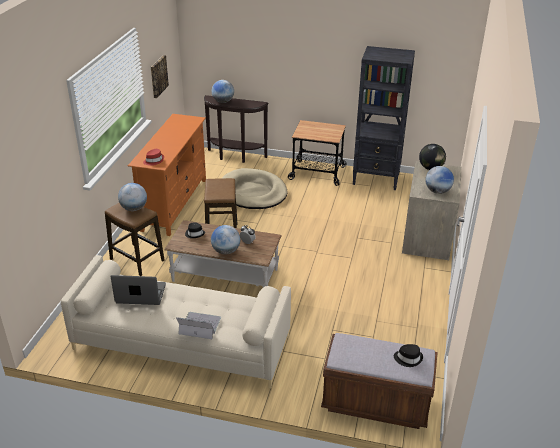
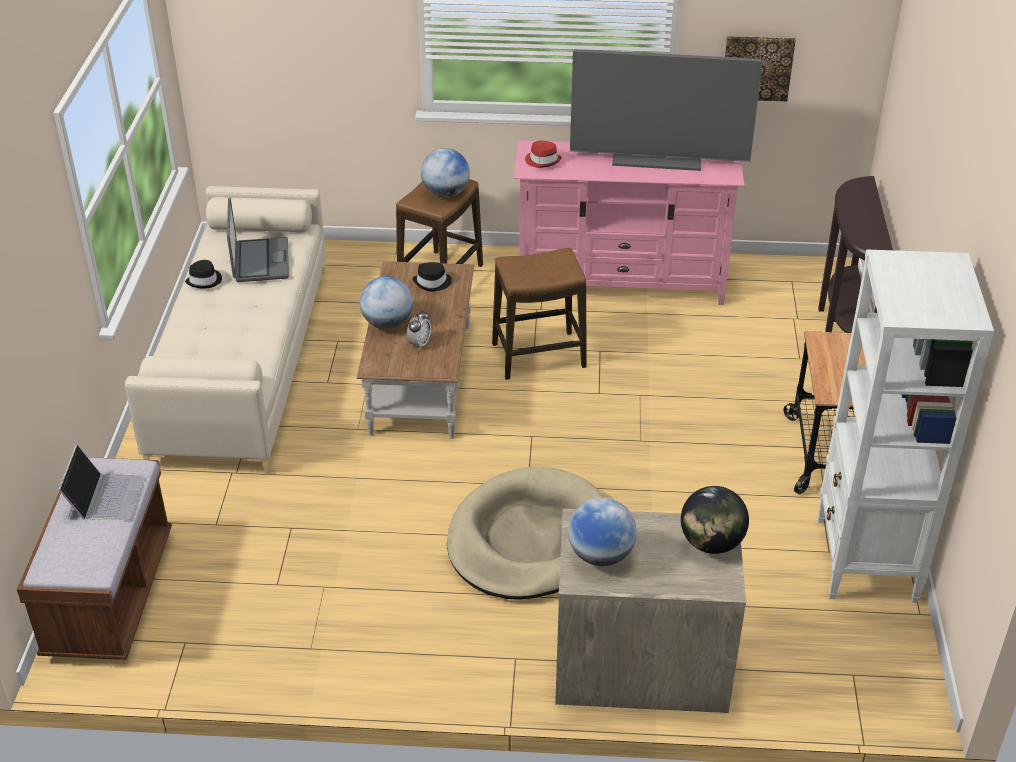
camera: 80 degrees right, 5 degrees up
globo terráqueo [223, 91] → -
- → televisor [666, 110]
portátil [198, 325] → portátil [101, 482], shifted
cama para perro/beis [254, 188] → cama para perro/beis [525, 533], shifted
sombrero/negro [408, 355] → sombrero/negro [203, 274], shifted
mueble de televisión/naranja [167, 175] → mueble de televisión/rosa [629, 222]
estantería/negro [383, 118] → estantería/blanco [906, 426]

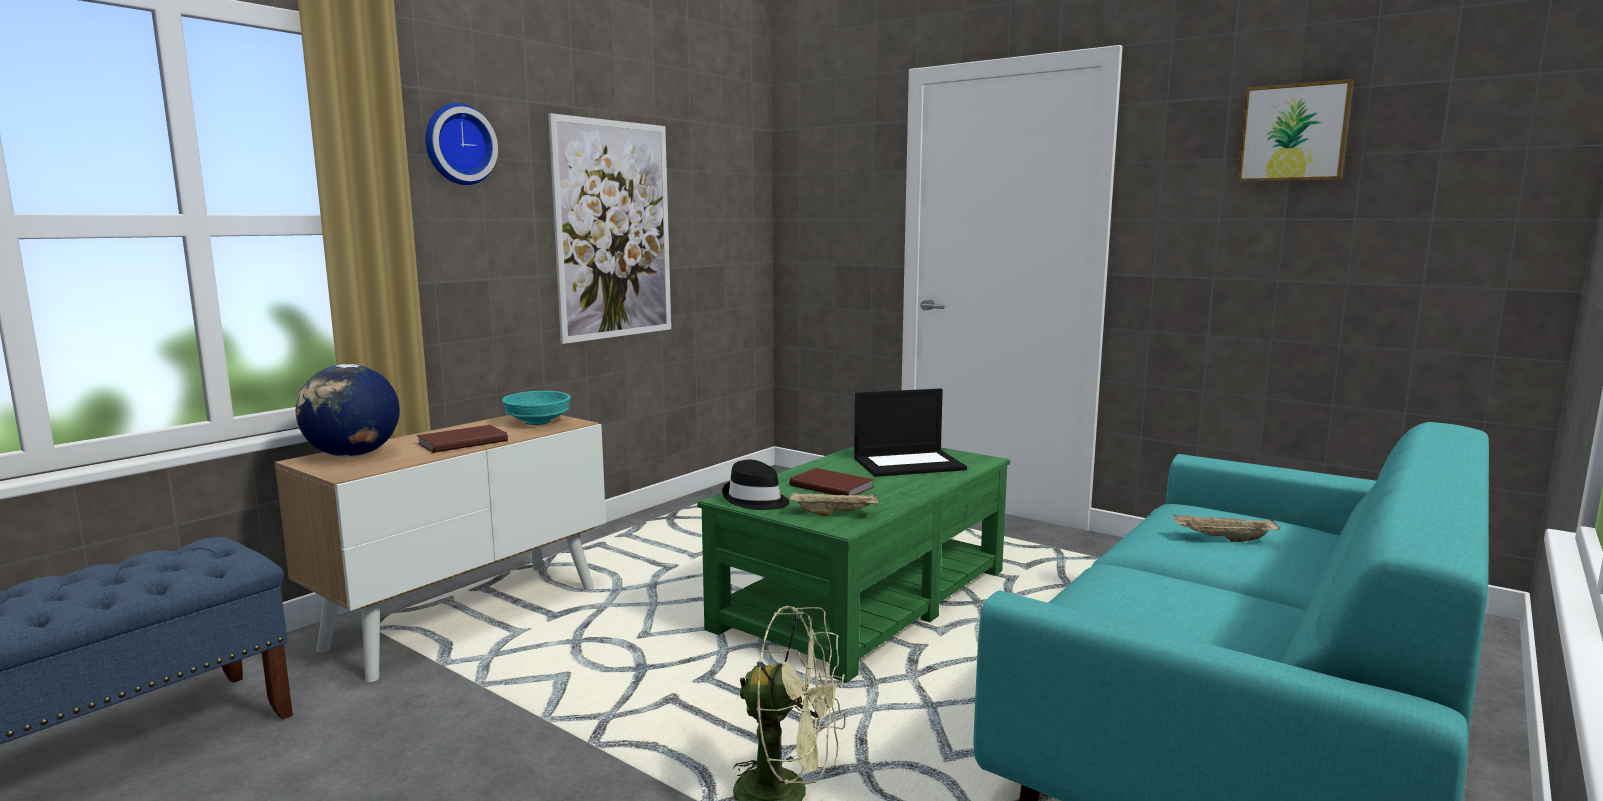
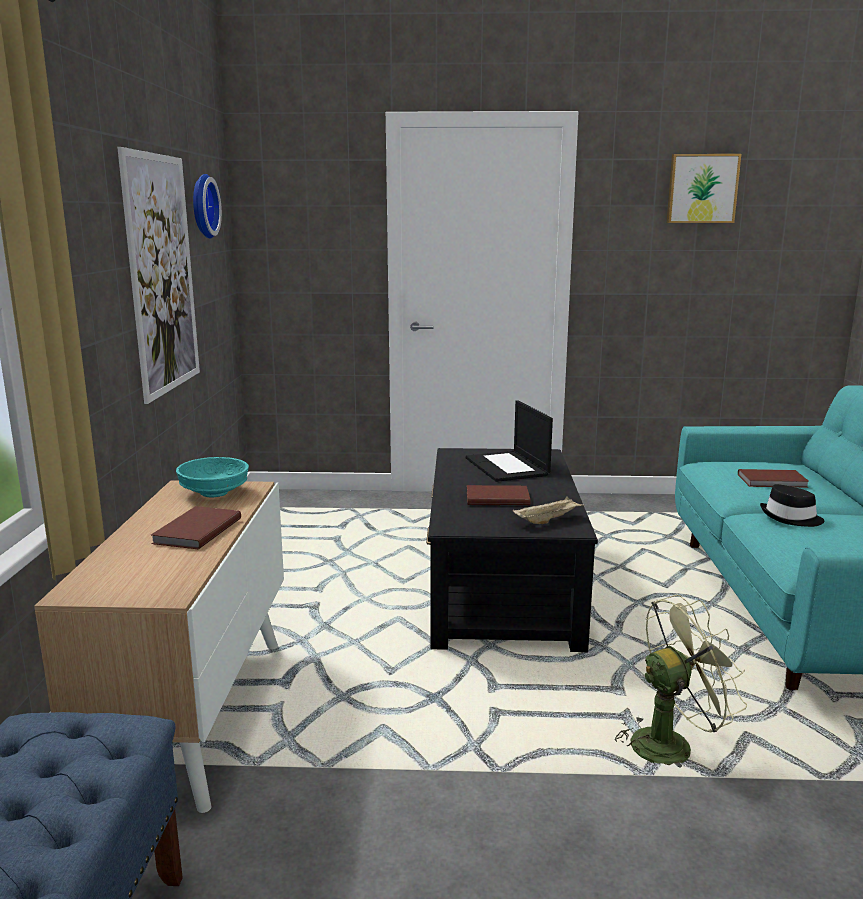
camera: 35 degrees left, 5 degrees up
globo terráqueo [348, 410] → -
reloj de pared [461, 144] → reloj de pared [207, 206], shifted
sombrero/negro [756, 485] → sombrero/negro [792, 505], shifted
bandeja/beis [1226, 528] → libro/marrón [773, 478]
mesa de centro/verde [853, 564] → mesa de centro/negro [512, 550]
portátil [910, 432] → portátil [509, 441], 120 degrees clockwise

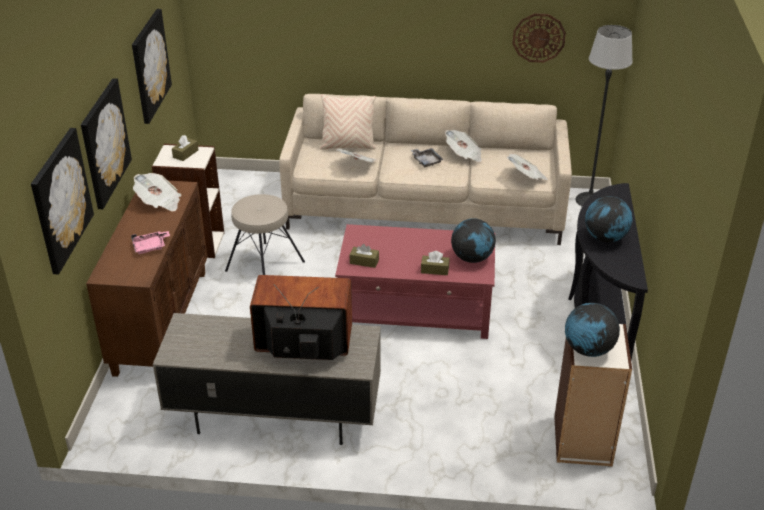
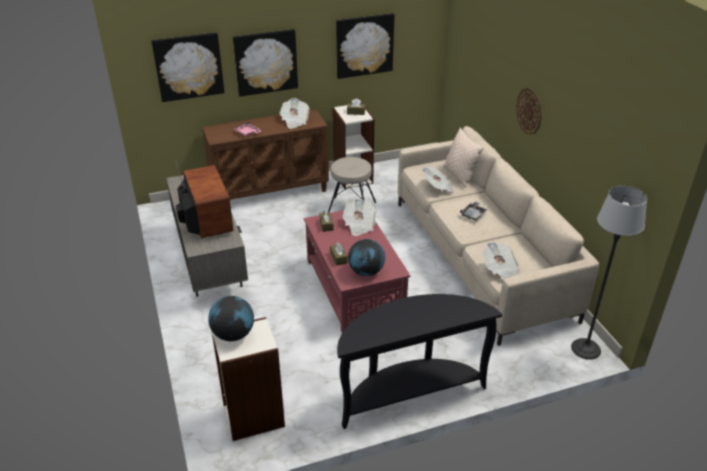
camera: 65 degrees right, 0 degrees up
globo terráqueo [608, 219] → -
periódico [463, 146] → periódico [359, 217], shifted
reloj de pared [539, 38] → reloj de pared [529, 111], shifted

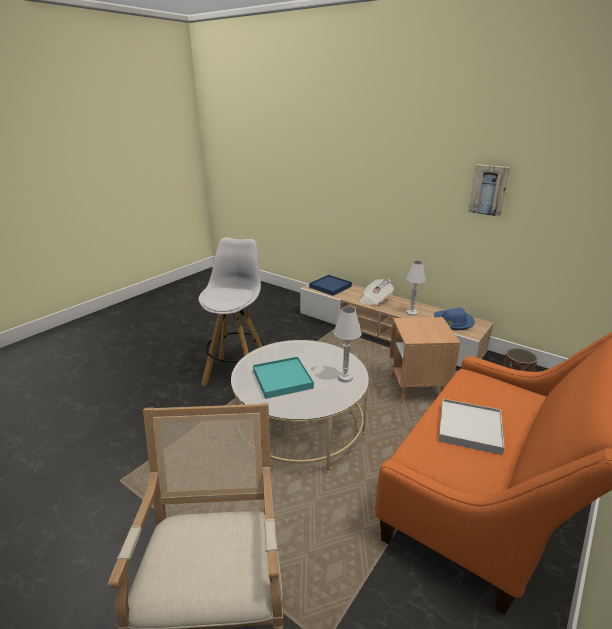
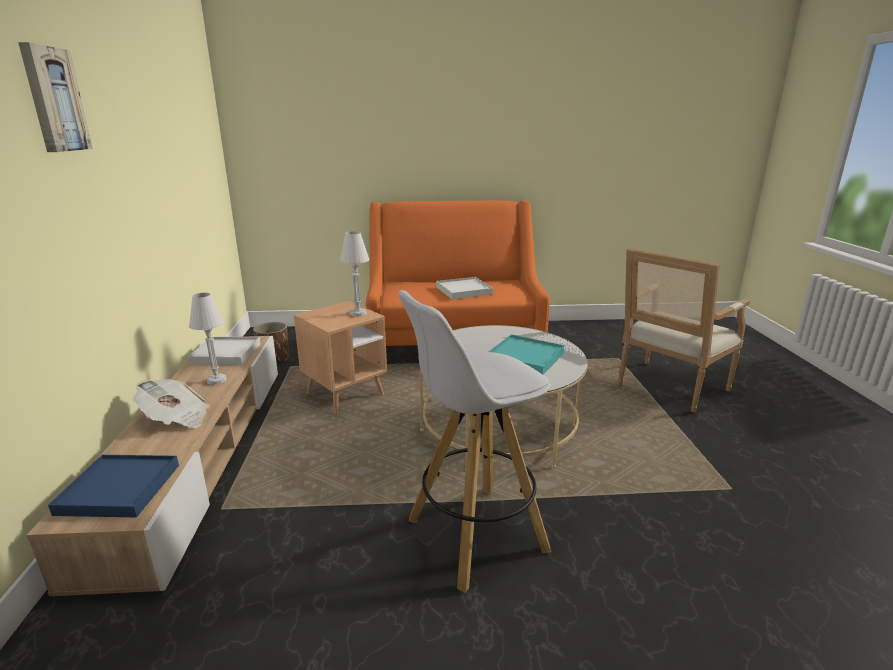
camera: 130 degrees left, 5 degrees down
lámpara de mesa/blanco [347, 344] → lámpara de mesa/blanco [354, 273], shifted
cuadro [489, 190] → cuadro [55, 97], shifted
sombrero/azul [454, 318] → bandeja/blanco [224, 351]

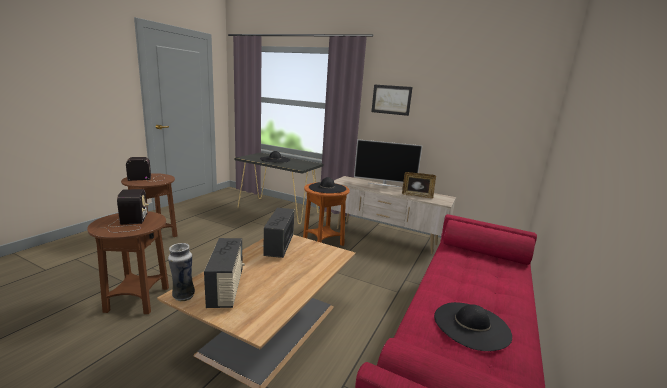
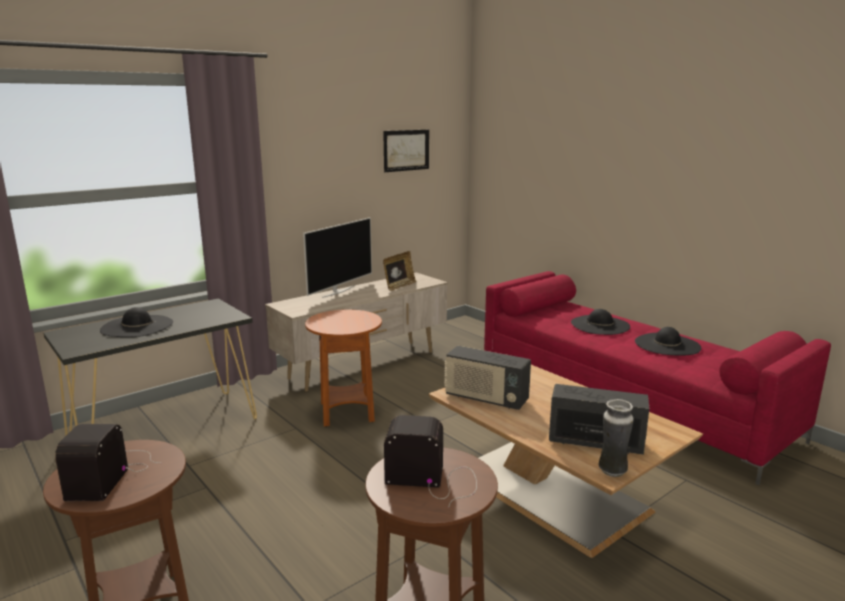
camera: 65 degrees left, 0 degrees up
sombrero/negro [327, 185] → sombrero/negro [600, 322], shifted
cuadro [392, 100] → cuadro [406, 151], shifted

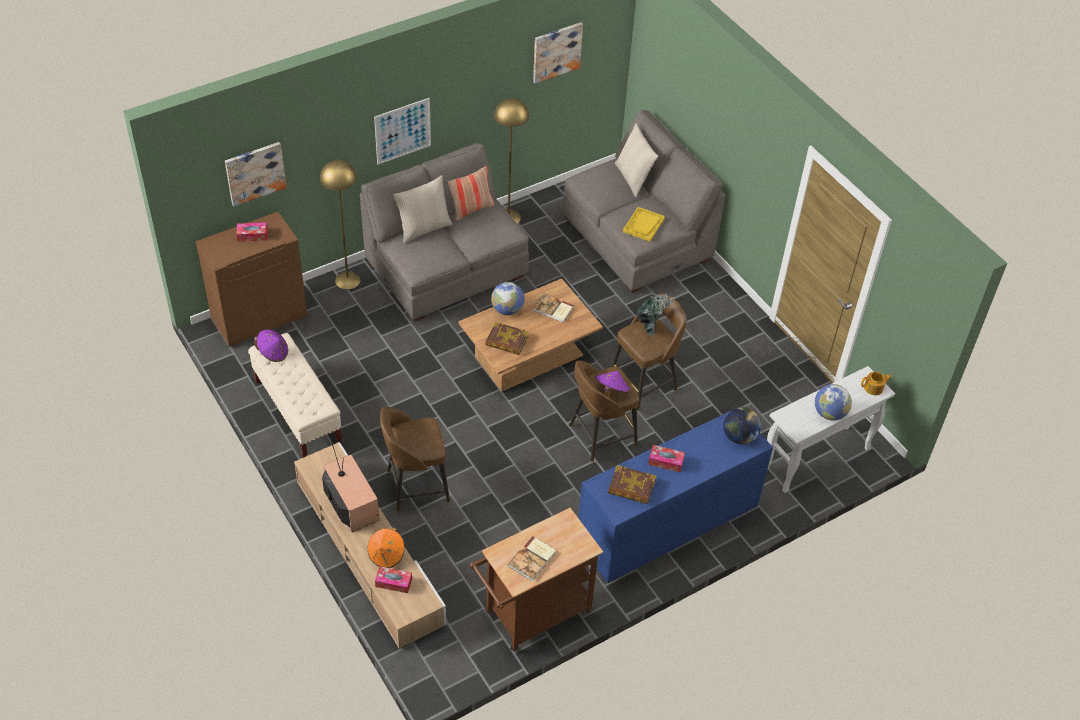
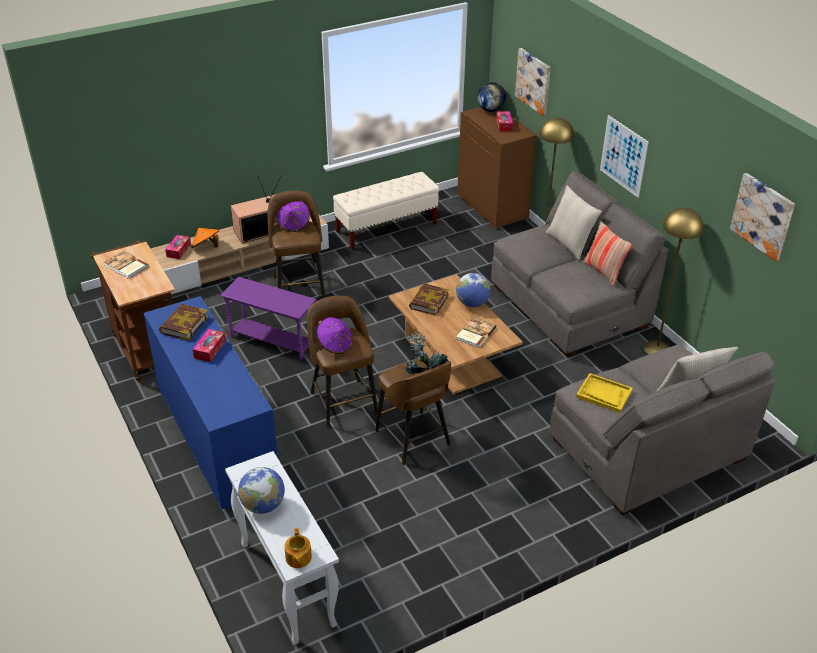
camera: 95 degrees right, 10 degrees down
- → mesa auxiliar/morado [268, 318]
sombrero/morado [271, 346] → sombrero/morado [293, 216], shifted
globo terráqueo [742, 425] → globo terráqueo [491, 97], shifted

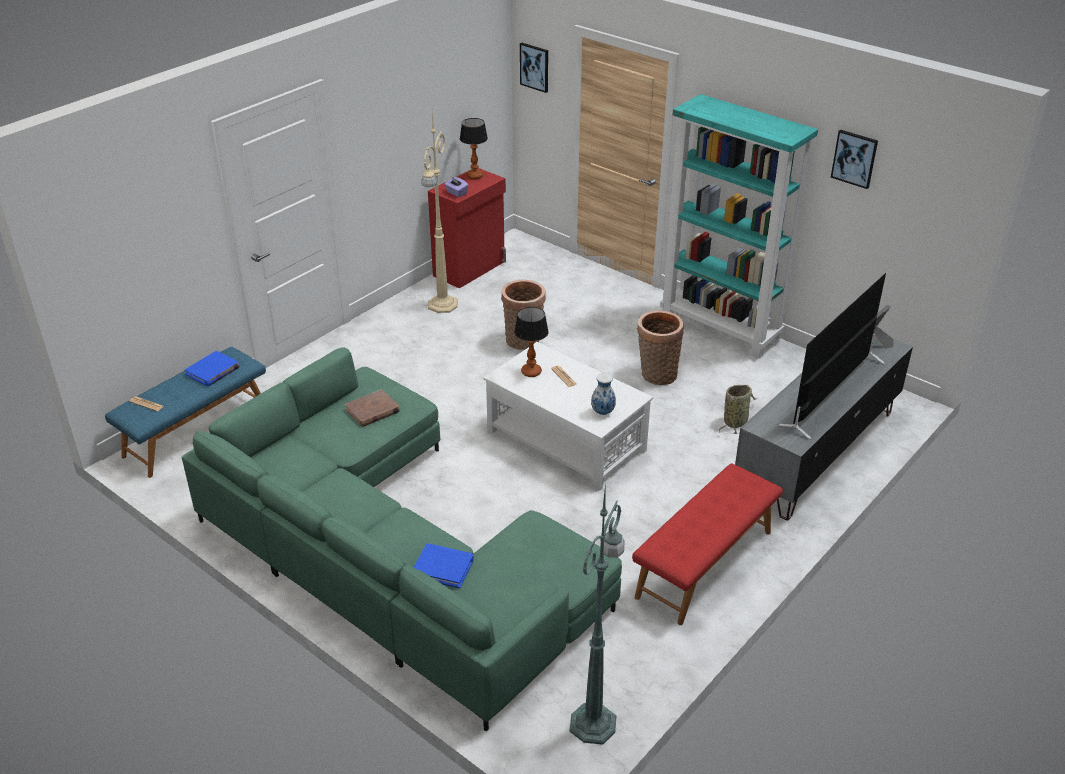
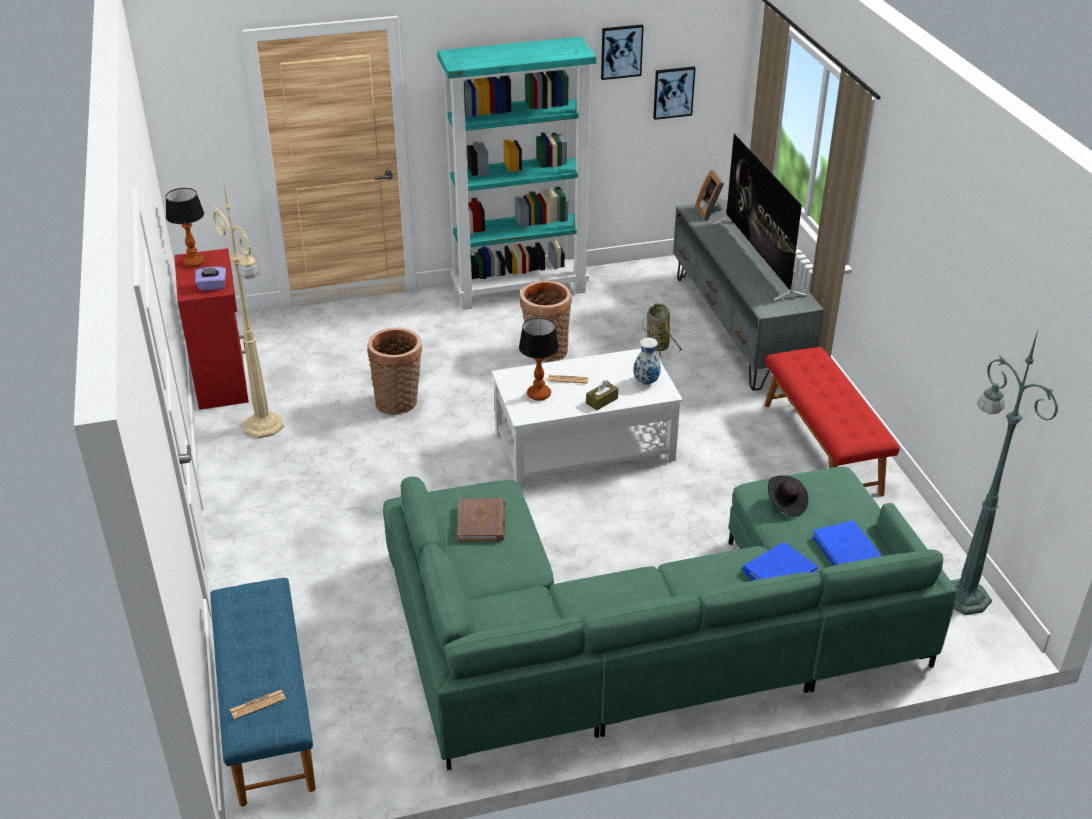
camera: 55 degrees left, 0 degrees up
- → caja de pañuelos/marrón [602, 395]
- → sombrero/negro [788, 496]
libro/azul [212, 368] → libro/azul [846, 543], shifted
cuadro [534, 68] → cuadro [674, 93], shifted

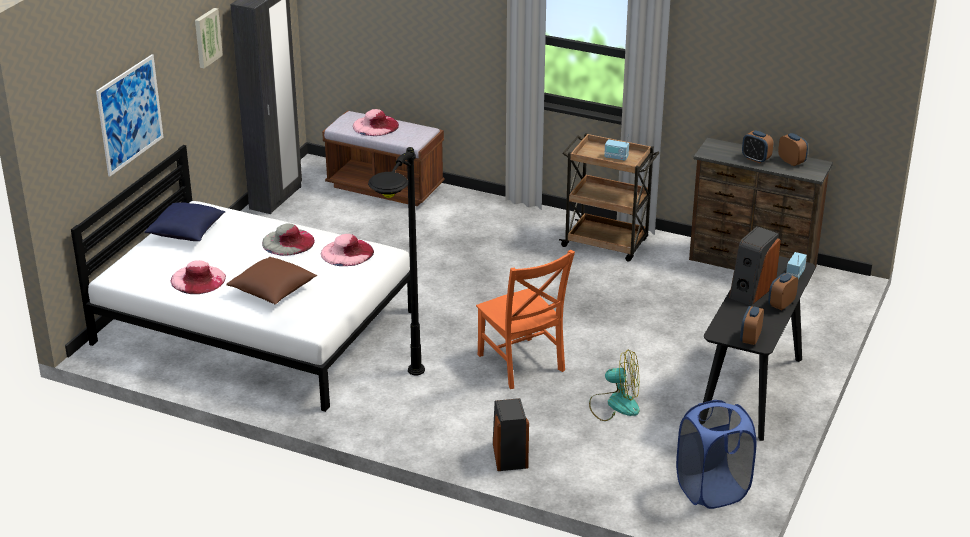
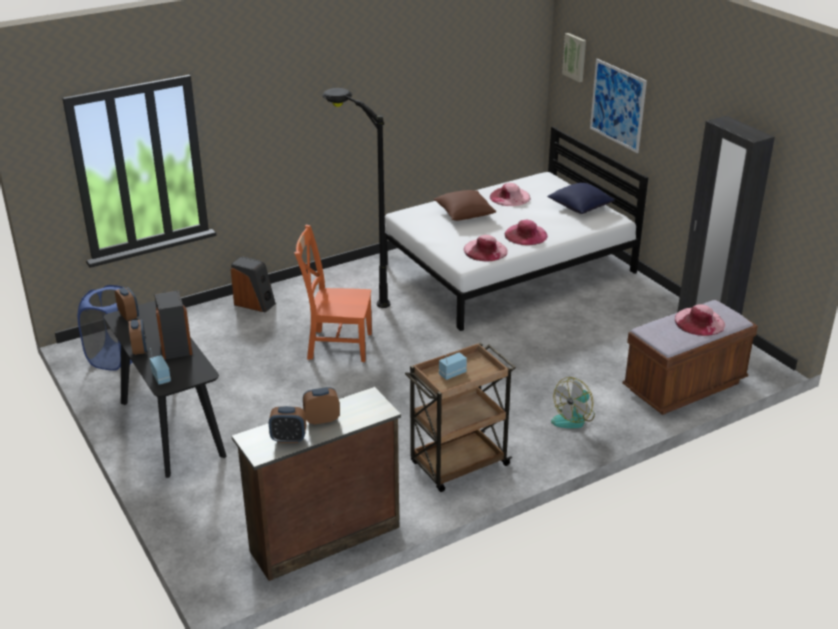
camera: 125 degrees right, 0 degrees up
cuadro [209, 38] → cuadro [574, 57], shifted
ventilador [614, 385] → ventilador [573, 402], shifted
sombrero/gris [288, 240] → sombrero/rosa [526, 232]

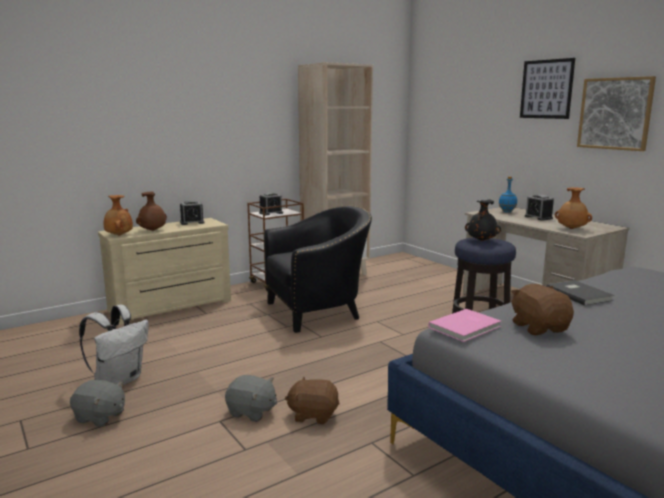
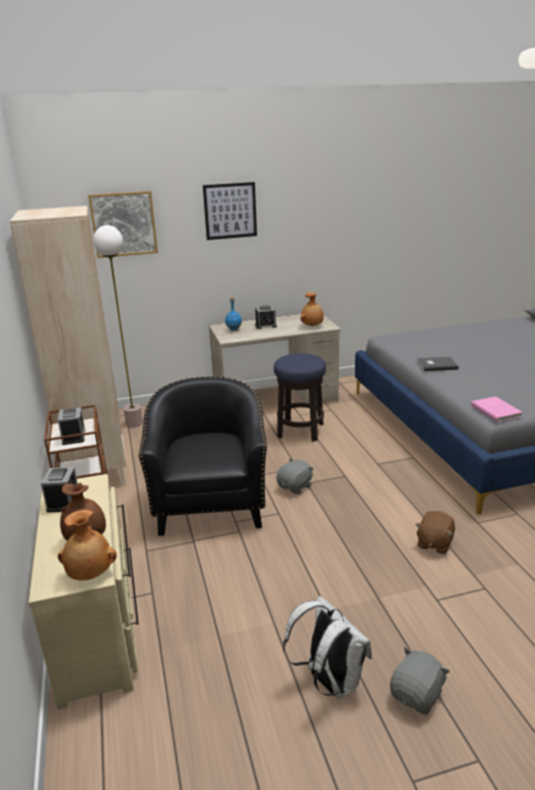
camera: 70 degrees left, 10 degrees up
florero/negro [483, 220] → -
peluche/marrón [542, 309] → -
- → lámpara de pie [118, 326]
peluche/gris [251, 398] → peluche/gris [295, 477], shifted
cuadro [616, 113] → cuadro [123, 224], shifted

